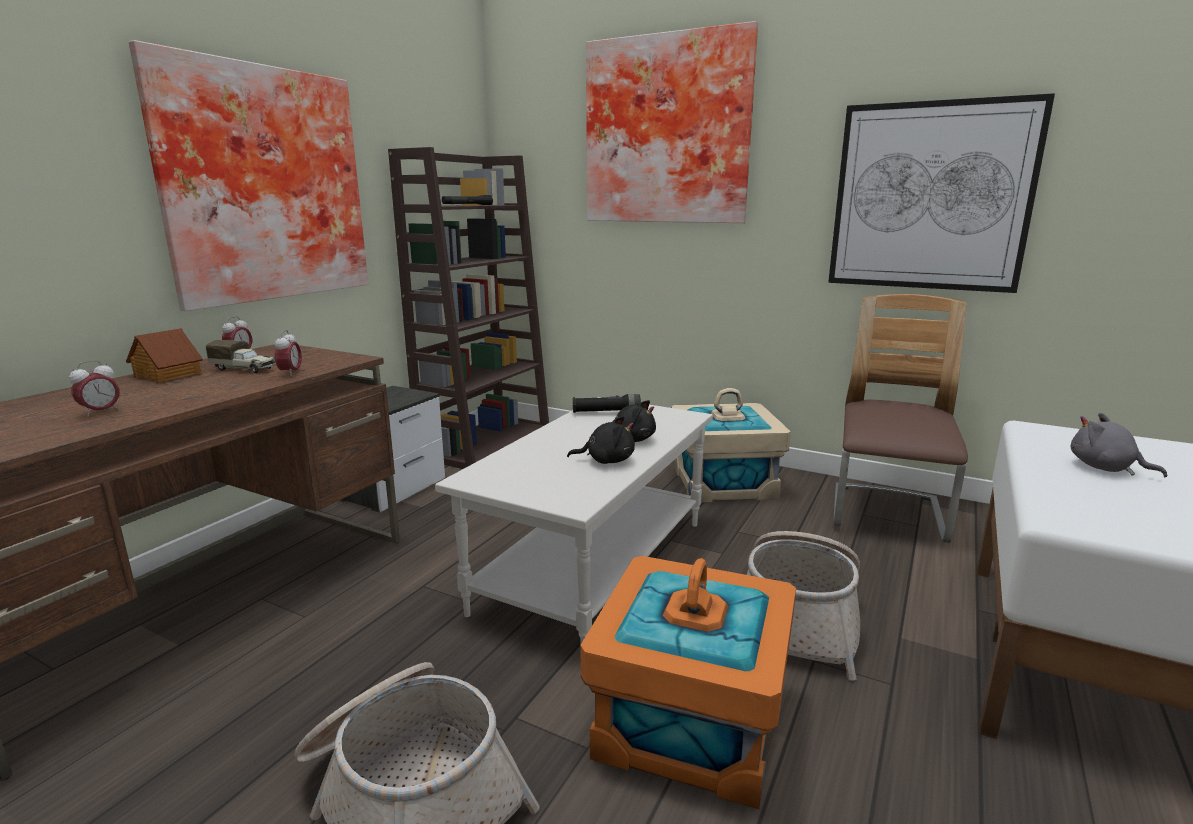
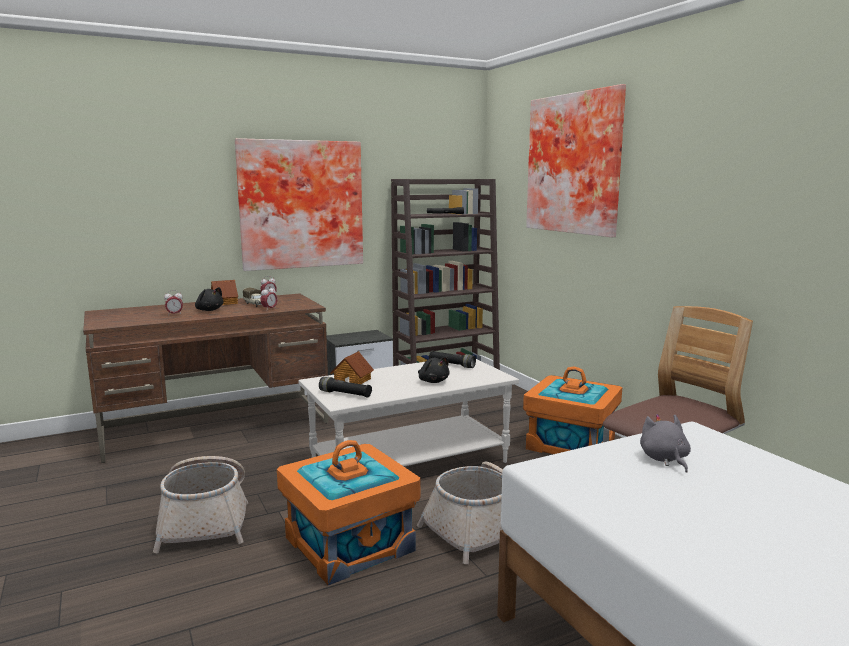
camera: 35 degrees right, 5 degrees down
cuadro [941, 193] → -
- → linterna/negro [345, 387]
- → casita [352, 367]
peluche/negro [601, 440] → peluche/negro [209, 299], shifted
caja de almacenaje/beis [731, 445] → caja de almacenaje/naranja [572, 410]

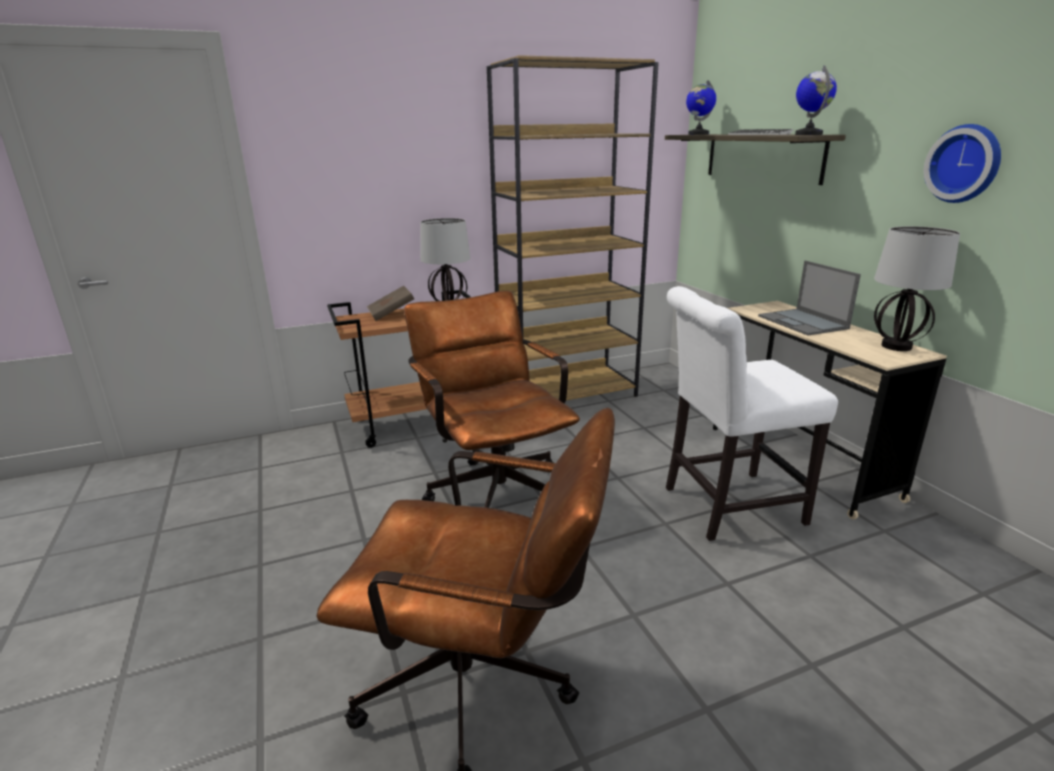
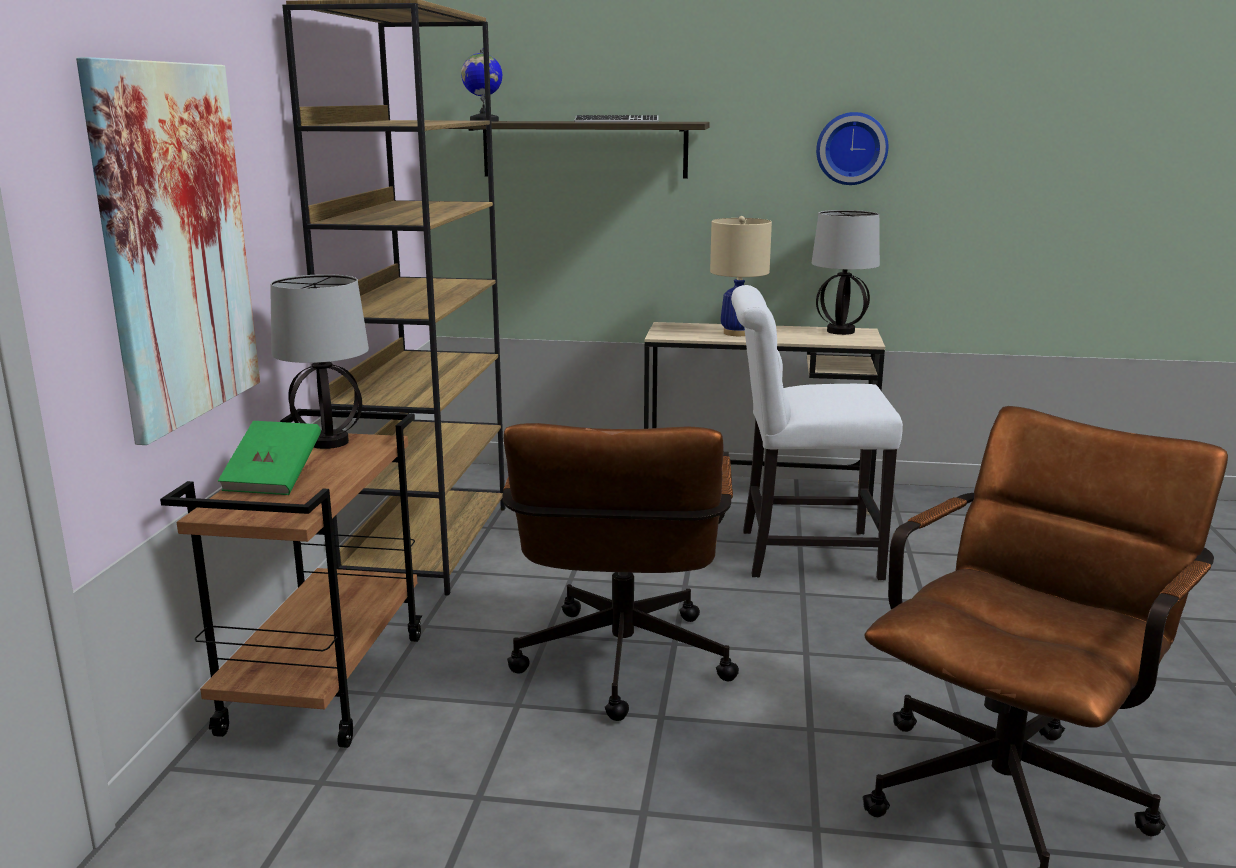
camera: 60 degrees left, 5 degrees down
globo terráqueo [816, 100] → -
- → cuadro [168, 251]
portátil [809, 298] → lámpara de mesa/beis [741, 276]
libro/marrón [390, 303] → libro/verde [269, 458]
silla de oficina/marrón [492, 399] → silla de oficina/marrón [620, 572], 90 degrees counterclockwise
silla/blanco [752, 413] → silla/blanco [817, 433], 75 degrees clockwise

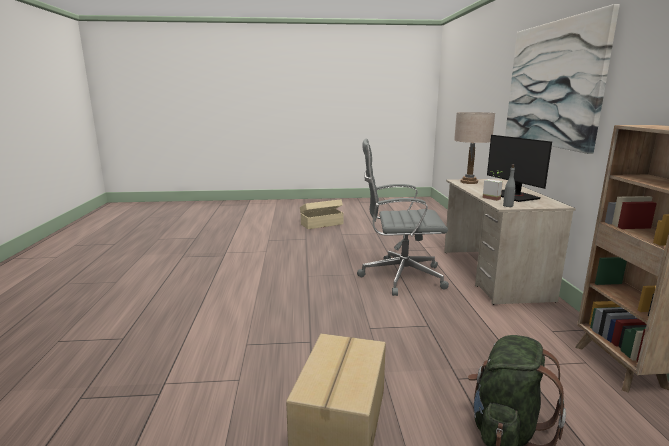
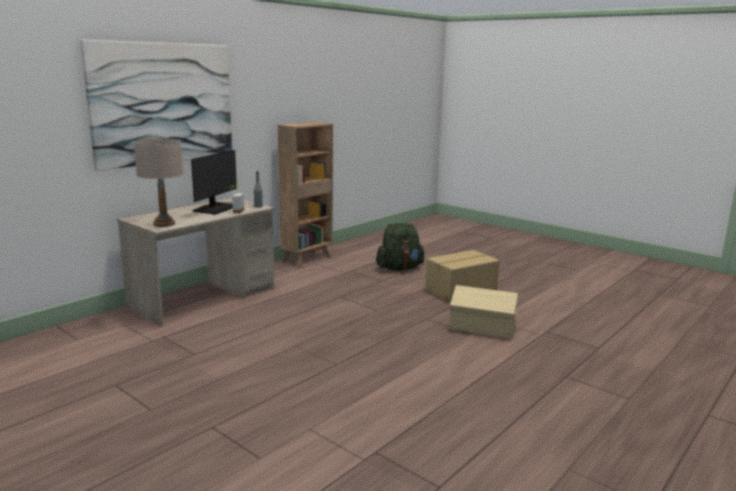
camera: 135 degrees left, 0 degrees up
silla de oficina/gris [403, 217] → -
caja de almacenaje/beis [322, 214] → caja de almacenaje/beis [483, 312], shifted

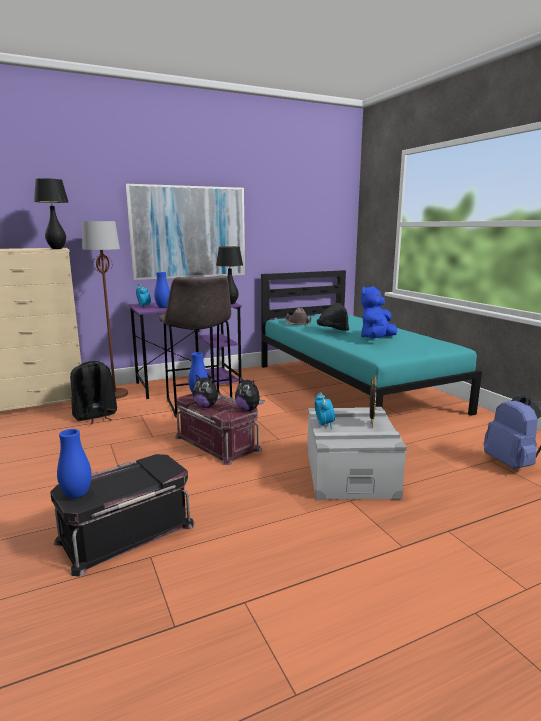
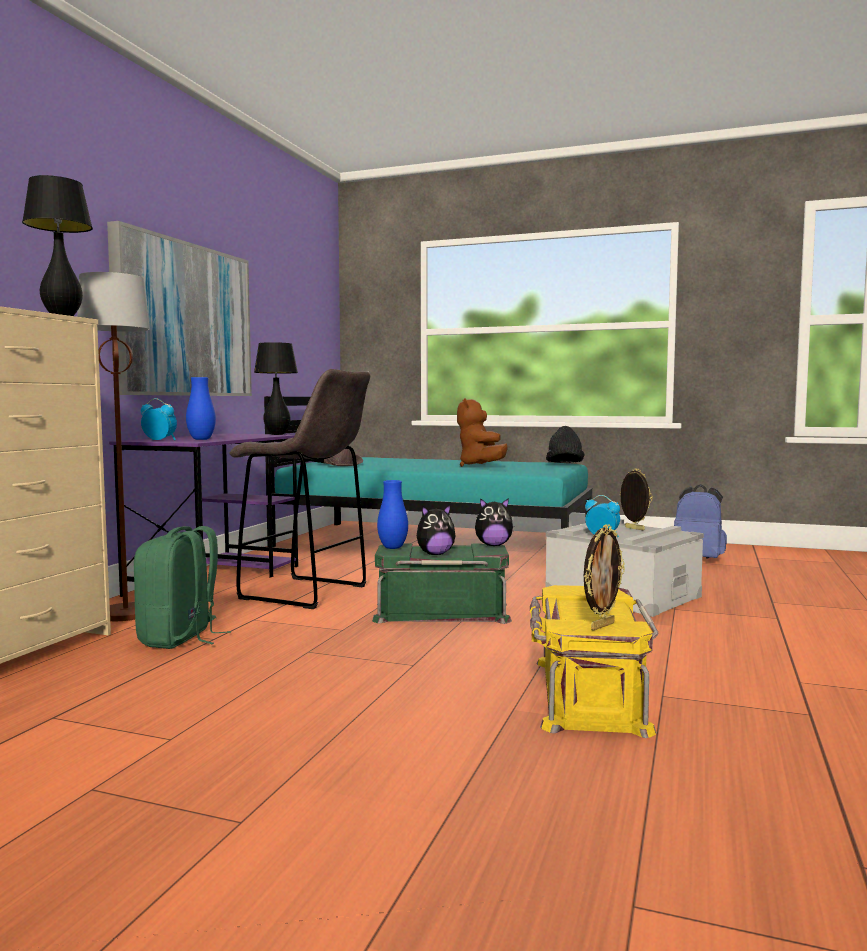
camera: 45 degrees left, 10 degrees down
sombrero/negro [333, 317] → sombrero/negro [565, 444], shifted
florero/azul [74, 464] → portarretratos [604, 577]
caja de almacenaje/negro [122, 515] → caja de almacenaje/amarillo [594, 661]
mochila/negro [93, 393] → mochila/verde [183, 587]
caja de almacenaje/rojo [218, 429] → caja de almacenaje/verde [442, 583]
peluche/azul [379, 312] → peluche/marrón [482, 432]

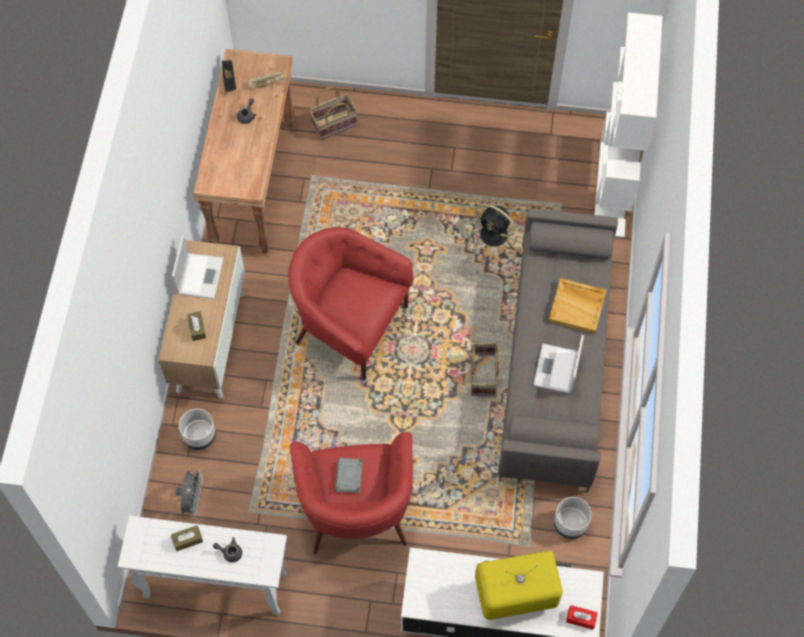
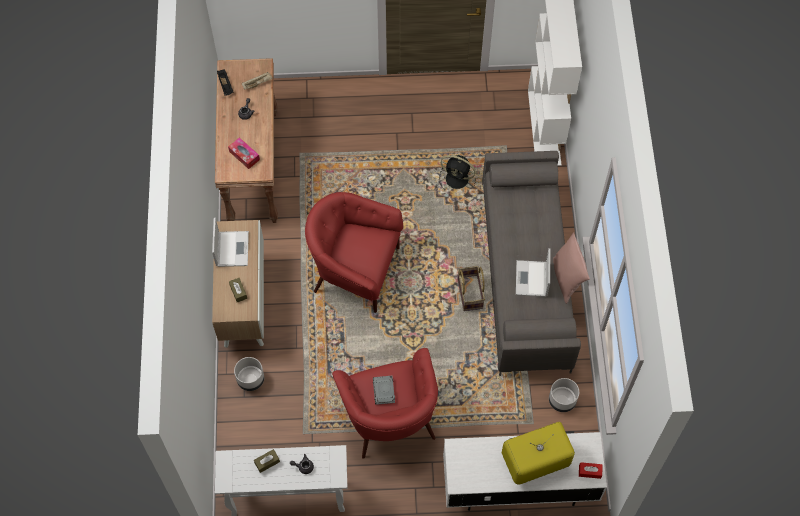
camera: 10 degrees left, 0 degrees up
ventilador/gris [189, 493] → -
cesta [333, 113] → -
bandeja/beis [577, 306] → -
- → caja de pañuelos [244, 153]
- → cojín/rosa [571, 268]

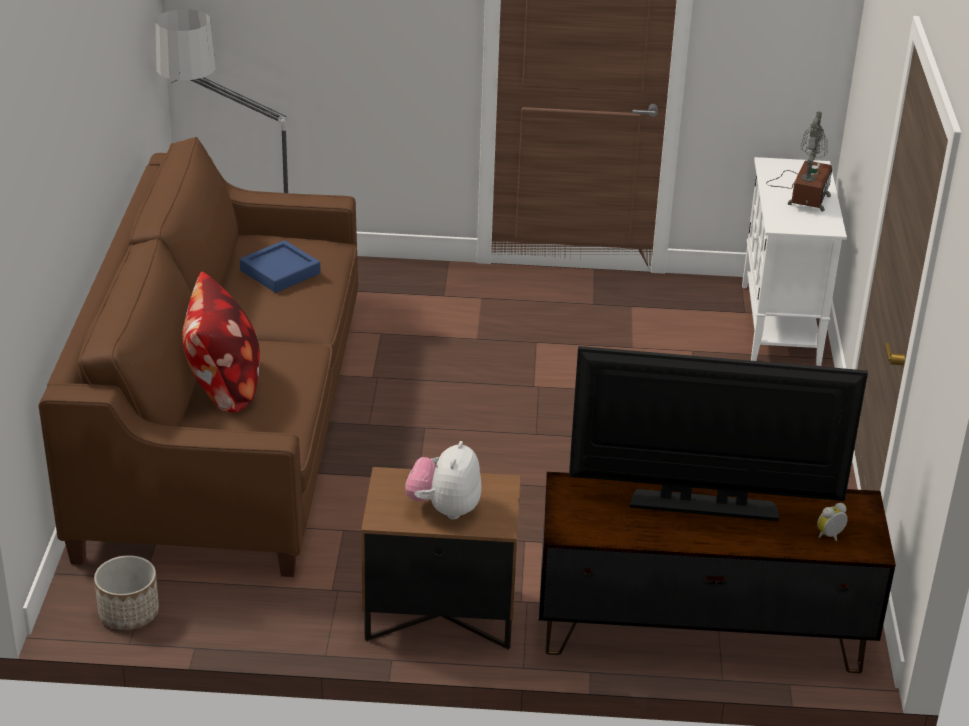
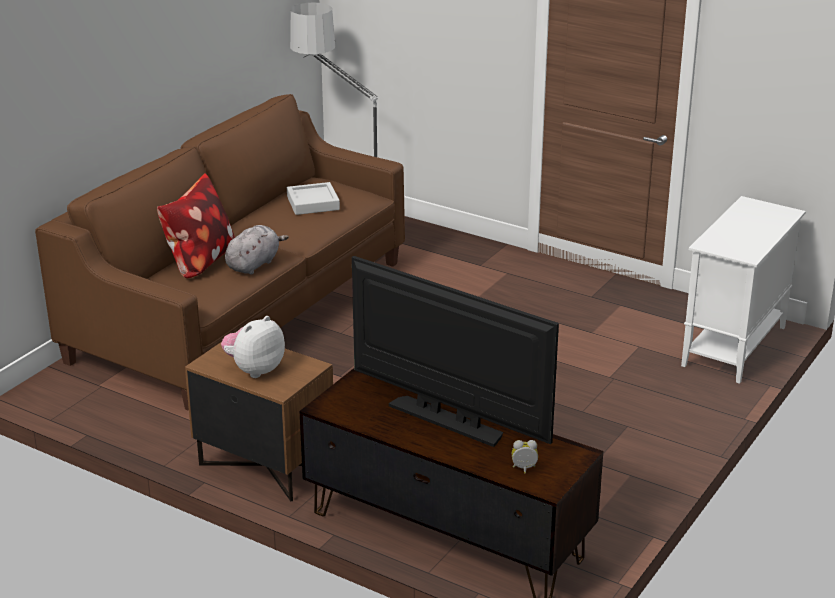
camera: 30 degrees right, 5 degrees down
maceta [126, 592] → -
lámpara de mesa [799, 161] → -
- → peluche/gris [257, 250]
bandeja/azul [280, 266] → bandeja/gris [313, 198]

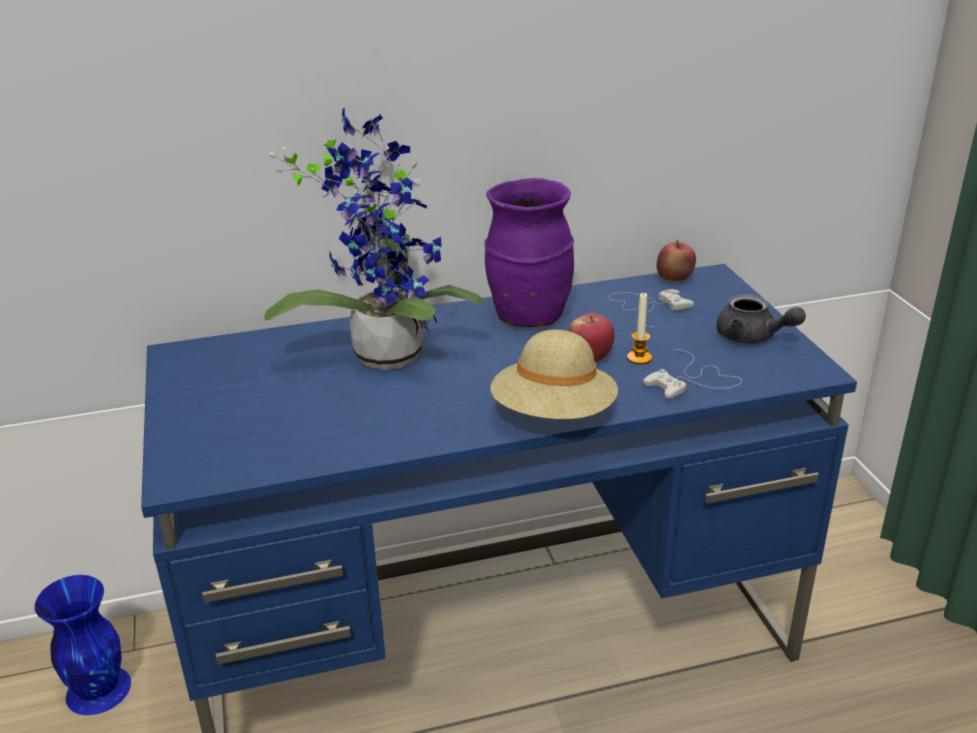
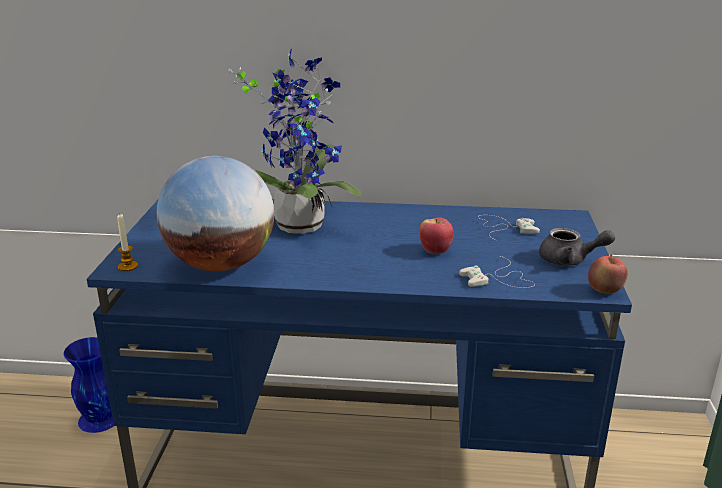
camera: 20 degrees right, 5 degrees down
florero/morado [529, 252] → -
sombrero/beis [554, 374] → -
- → globo terráqueo [215, 213]
vela [639, 329] → vela [127, 242], shifted
manzana [676, 261] → manzana [608, 274], shifted
tetera/gris [761, 318] → tetera/gris [577, 247], 45 degrees counterclockwise

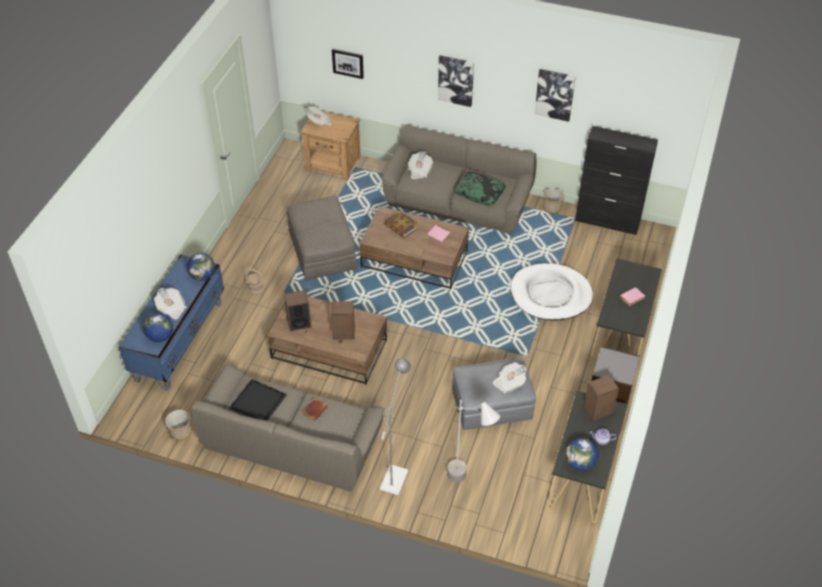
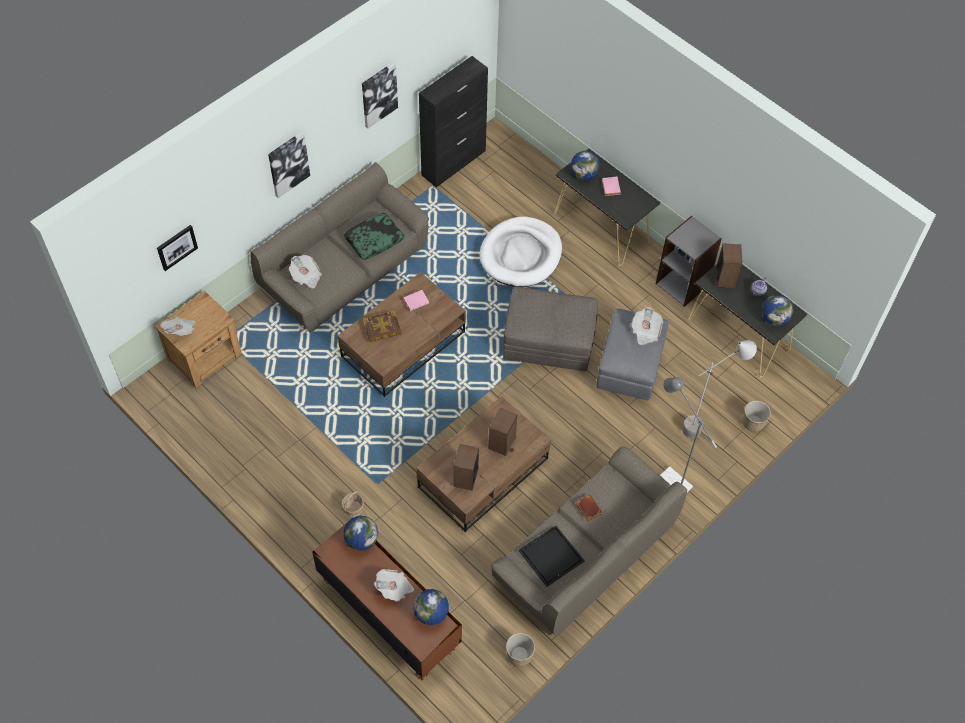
camera: 65 degrees left, 10 degrees up
- → globo terráqueo [585, 165]
puf/gris [322, 238] → puf/gris [550, 328], shifted
maceta [553, 201] → maceta [756, 416], shifted
mueble de televisión/azul [171, 322] → mueble de televisión/marrón [387, 601]

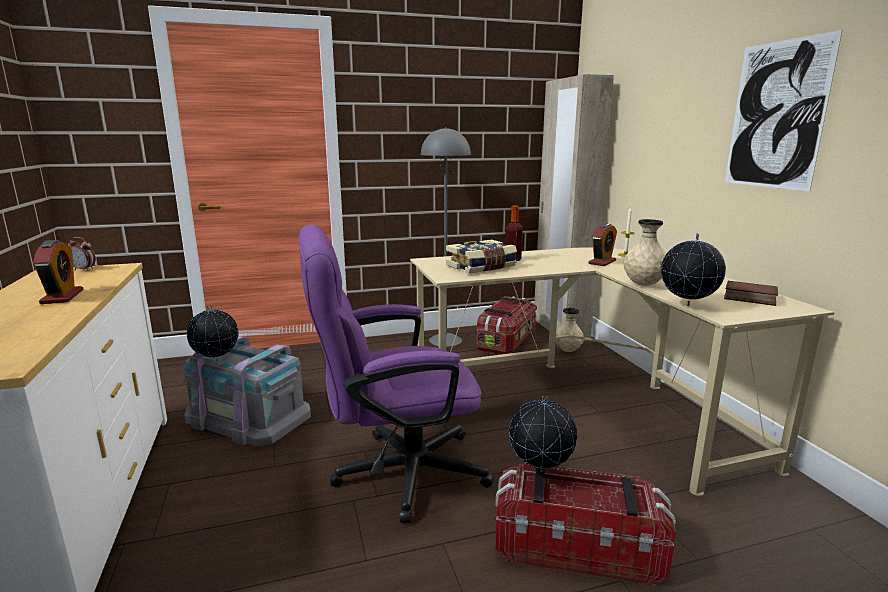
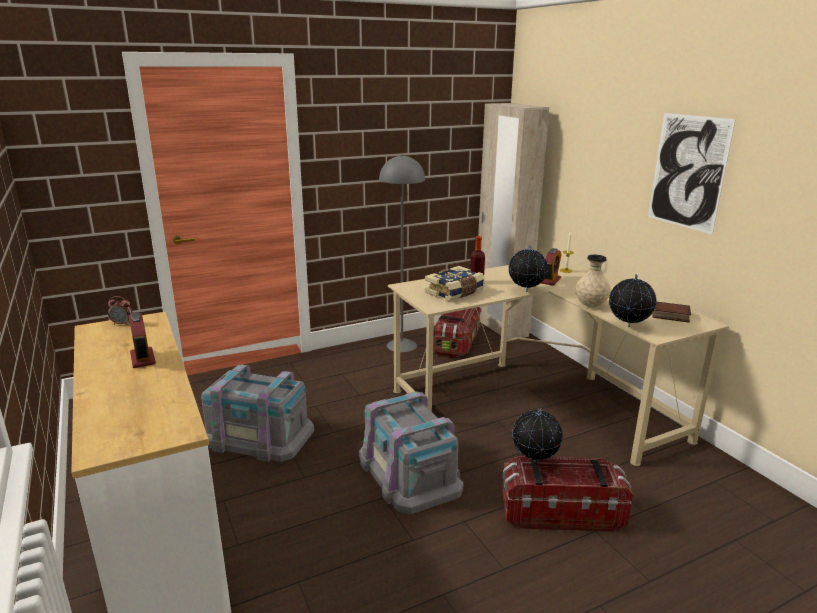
camera: 10 degrees left, 5 degrees up
florero/beis [570, 330] → -
globo terráqueo [212, 333] → globo terráqueo [528, 268], shifted
silla de oficina/morado [396, 373] → caja de almacenaje/gris [411, 452]

